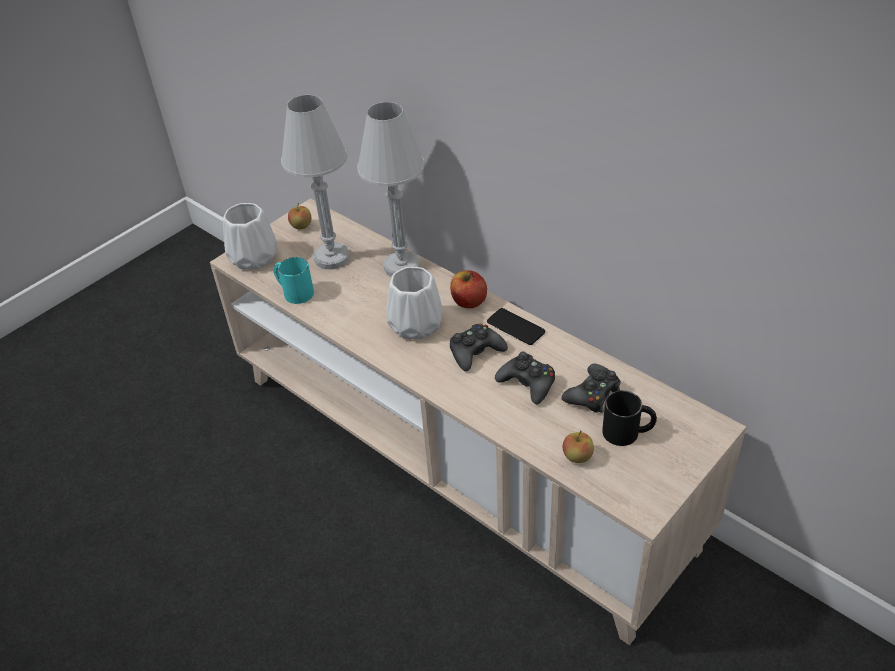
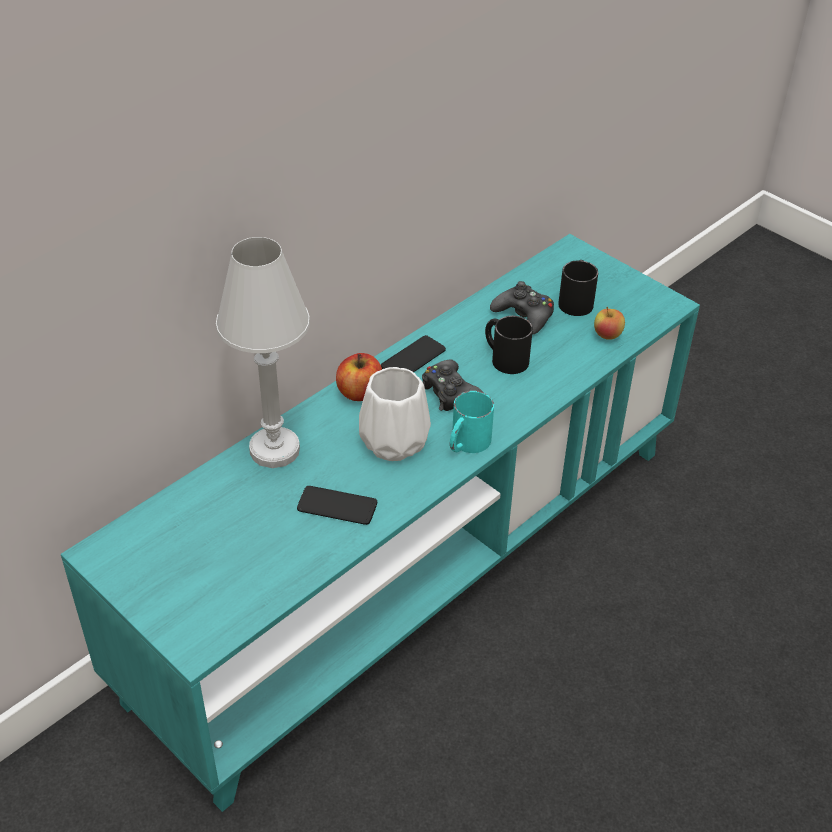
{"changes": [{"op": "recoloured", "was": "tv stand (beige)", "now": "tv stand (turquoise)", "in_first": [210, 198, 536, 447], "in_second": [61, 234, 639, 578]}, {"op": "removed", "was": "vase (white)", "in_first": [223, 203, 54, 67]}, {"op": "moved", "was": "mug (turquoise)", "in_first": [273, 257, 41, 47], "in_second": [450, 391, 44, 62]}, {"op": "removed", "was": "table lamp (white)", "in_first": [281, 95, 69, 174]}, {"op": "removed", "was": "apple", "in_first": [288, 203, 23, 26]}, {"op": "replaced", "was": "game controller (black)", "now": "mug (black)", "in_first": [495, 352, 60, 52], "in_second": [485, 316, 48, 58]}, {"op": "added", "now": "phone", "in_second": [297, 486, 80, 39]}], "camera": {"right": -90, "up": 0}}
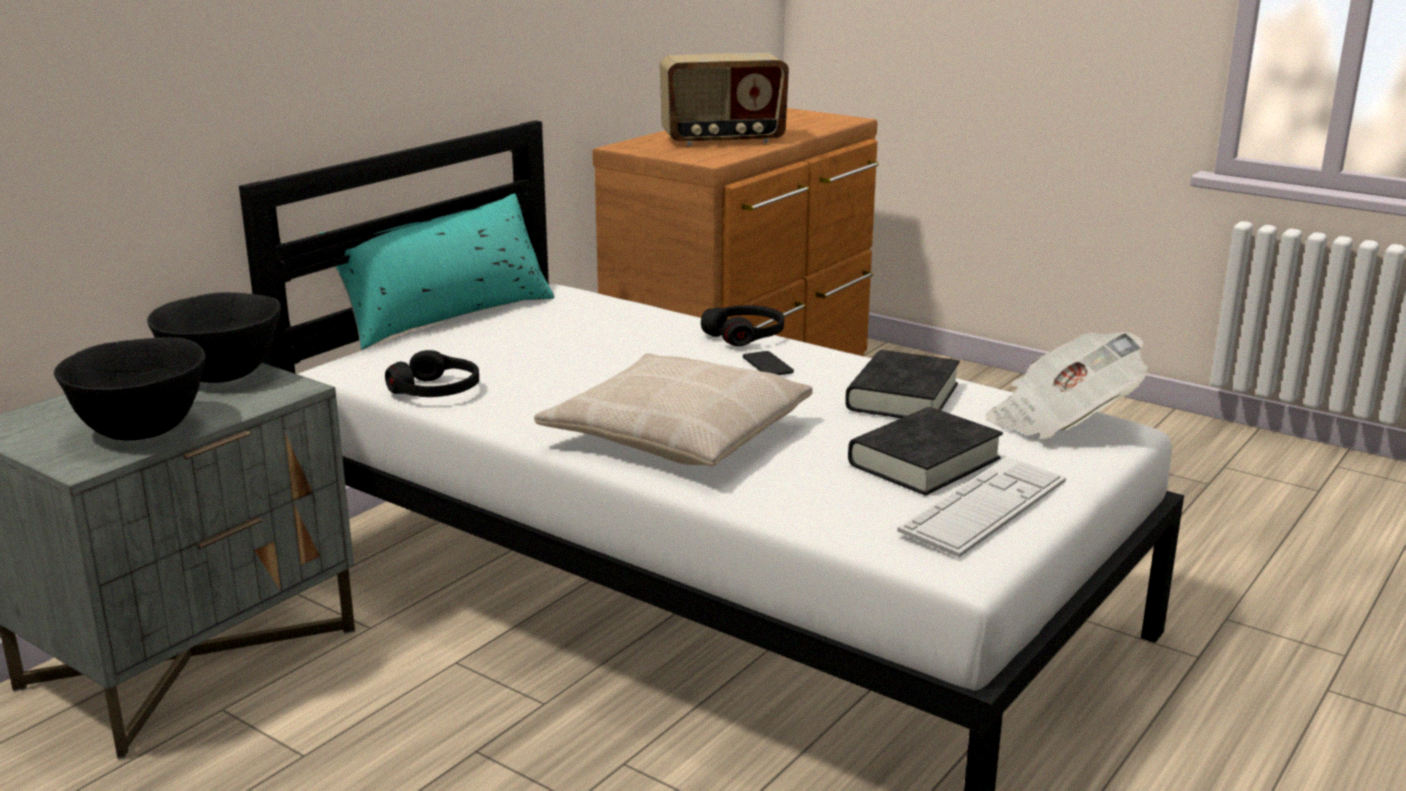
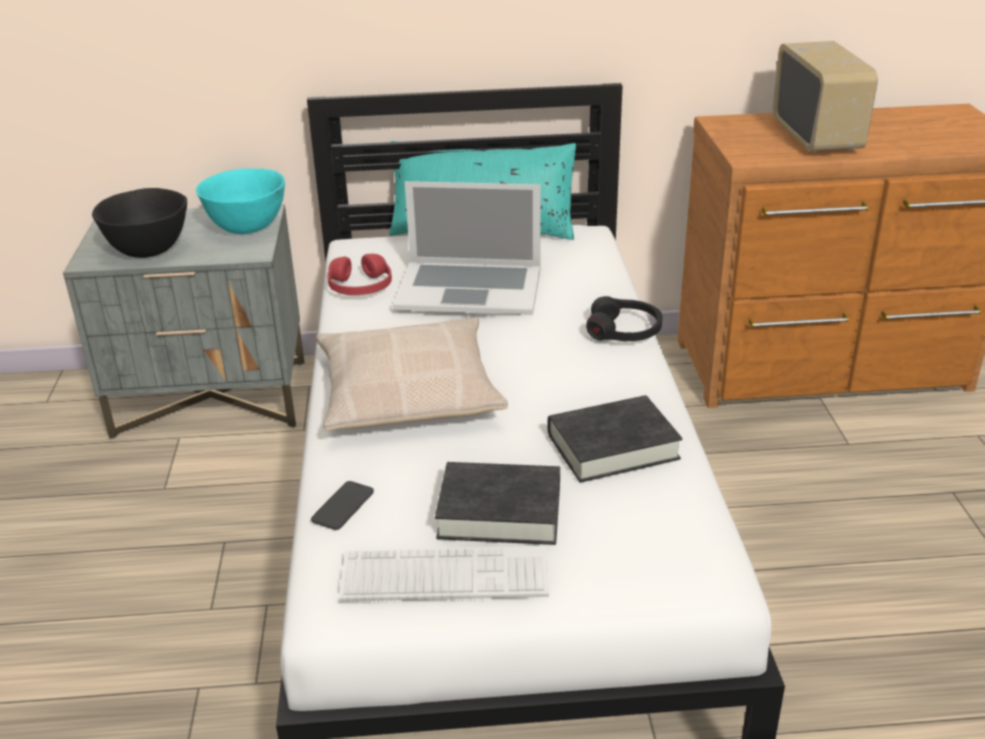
{"changes": [{"op": "recoloured", "was": "bowl (black)", "now": "bowl (turquoise)", "in_first": [147, 292, 134, 91], "in_second": [196, 169, 89, 65]}, {"op": "recoloured", "was": "headphones (black)", "now": "headphones (red)", "in_first": [385, 350, 94, 47], "in_second": [328, 254, 64, 41]}, {"op": "turned", "was": "radio", "in_first": [660, 53, 129, 93], "in_second": [773, 41, 105, 111], "clockwise": -135}, {"op": "moved", "was": "phone", "in_first": [743, 351, 51, 24], "in_second": [311, 481, 63, 49]}, {"op": "removed", "was": "newspaper", "in_first": [986, 332, 162, 107]}, {"op": "added", "now": "laptop", "in_second": [393, 181, 148, 134]}], "camera": {"right": 50, "up": 10}}
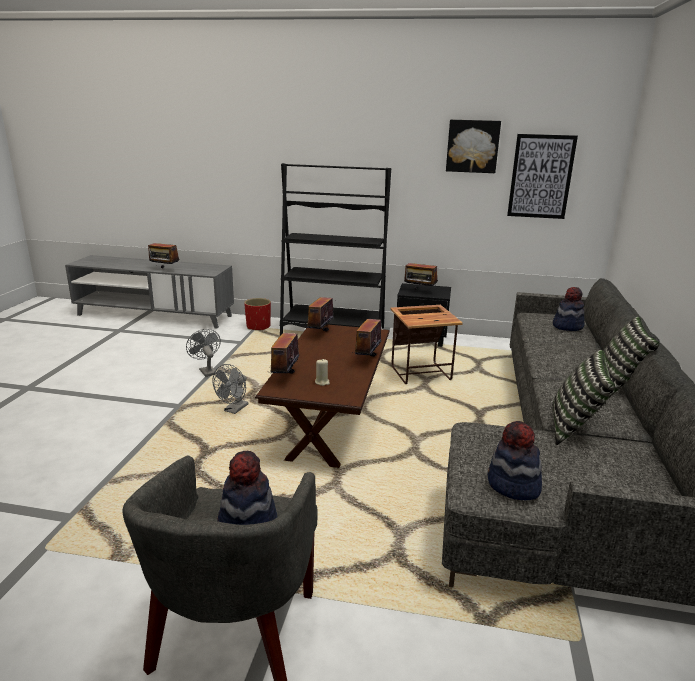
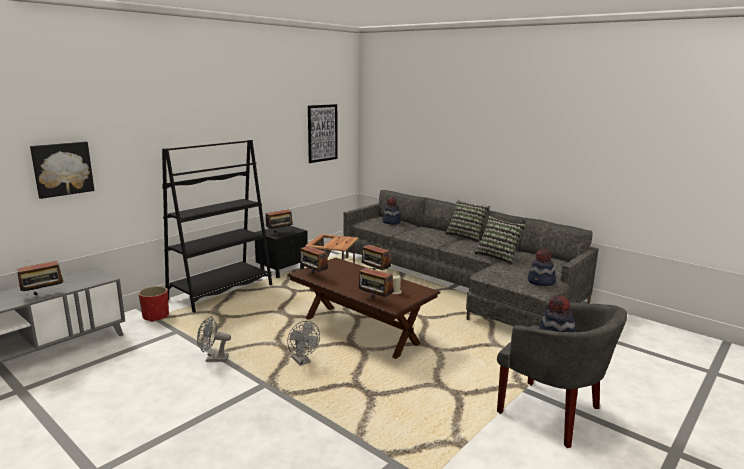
{"changes": [{"op": "moved", "was": "picture", "in_first": [446, 120, 55, 53], "in_second": [30, 141, 65, 58]}], "camera": {"right": -60, "up": -5}}
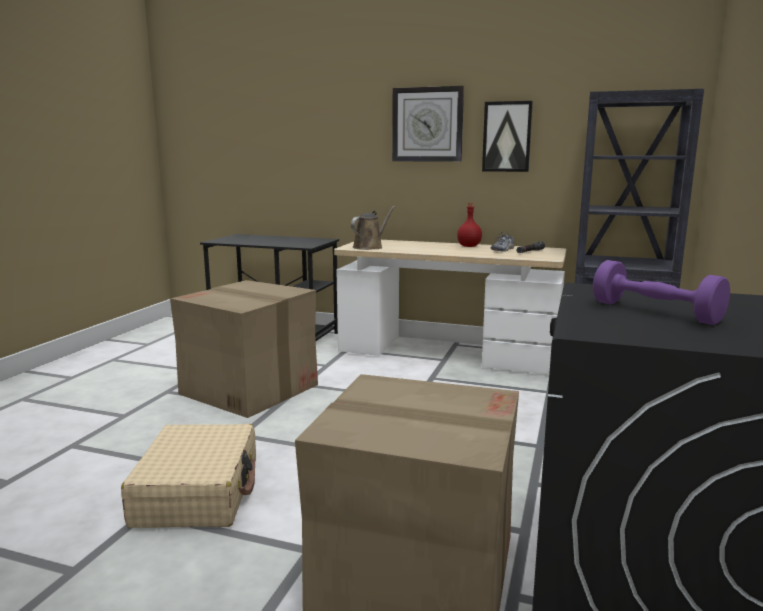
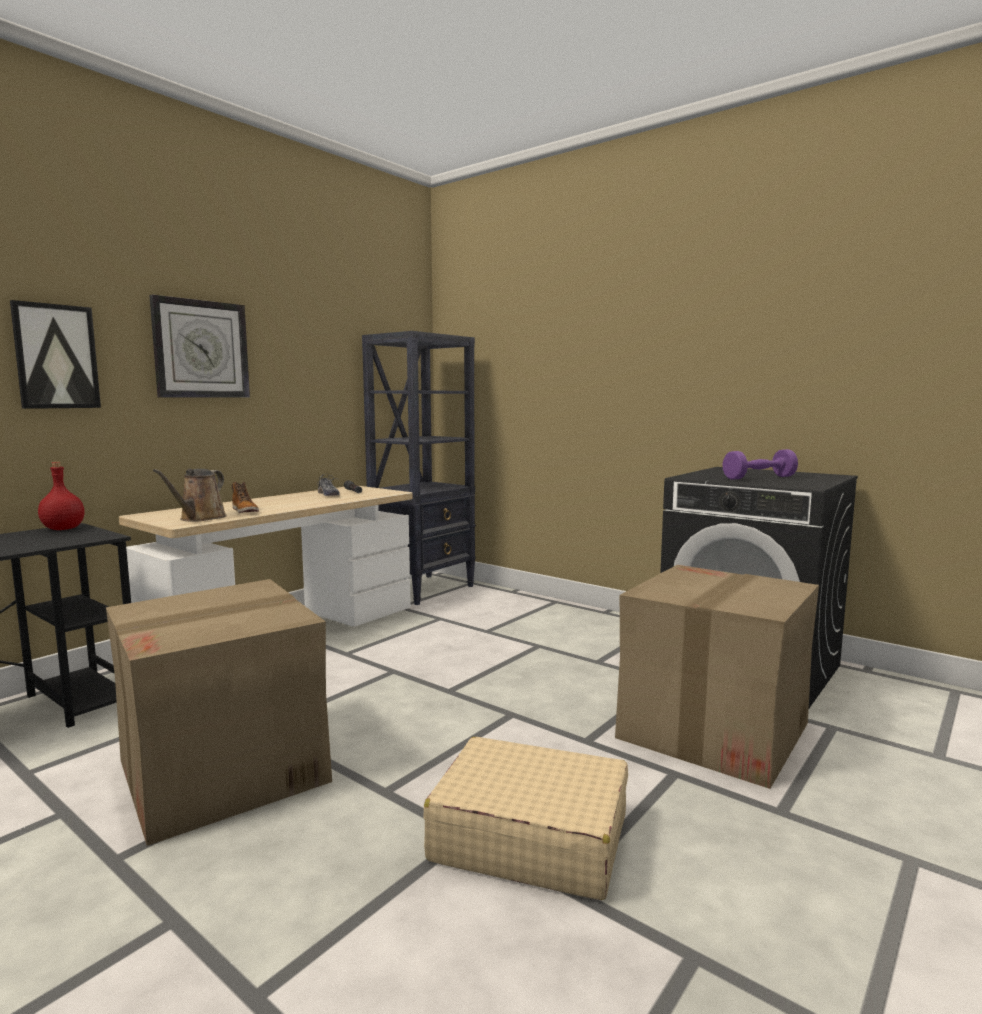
{"changes": [{"op": "turned", "was": "watering can (brown)", "in_first": [351, 206, 44, 44], "in_second": [153, 468, 74, 54], "clockwise": -135}, {"op": "moved", "was": "bottle (red)", "in_first": [457, 203, 25, 44], "in_second": [38, 462, 46, 68]}, {"op": "moved", "was": "picture", "in_first": [482, 101, 51, 71], "in_second": [10, 300, 91, 109]}, {"op": "added", "now": "boot", "in_second": [232, 482, 27, 31]}], "camera": {"right": -70, "up": -5}}
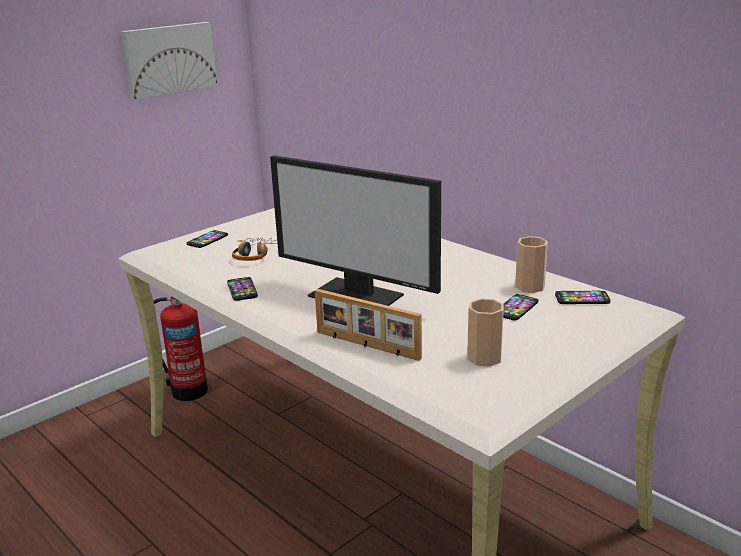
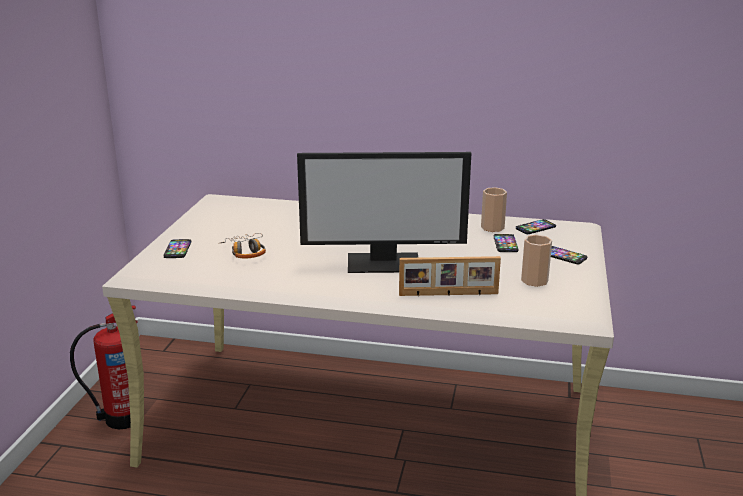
{"changes": [{"op": "removed", "was": "picture", "in_first": [121, 22, 96, 77]}, {"op": "moved", "was": "phone", "in_first": [227, 277, 31, 24], "in_second": [551, 246, 36, 18]}], "camera": {"right": -35, "up": 0}}
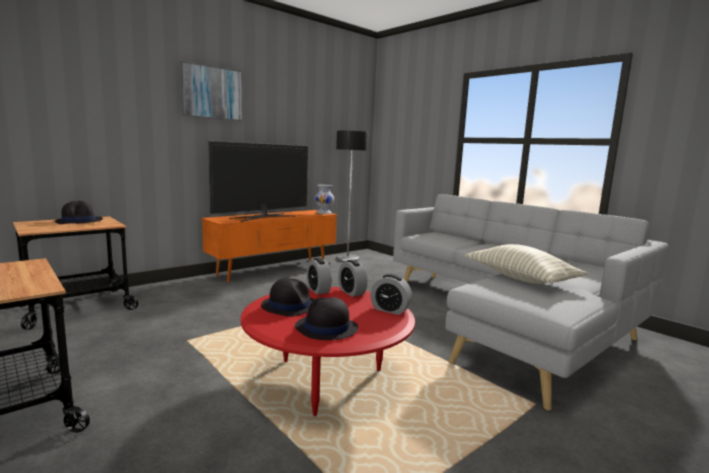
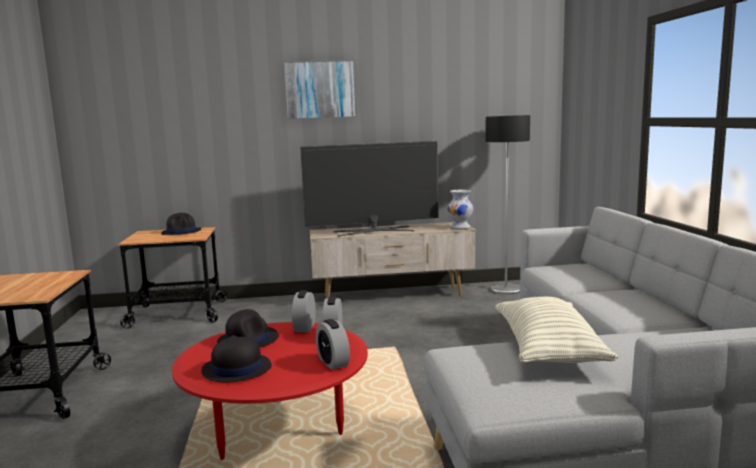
{"changes": [{"op": "recoloured", "was": "tv stand (orange)", "now": "tv stand (beige)", "in_first": [202, 210, 135, 73], "in_second": [310, 222, 166, 77]}], "camera": {"right": 35, "up": 0}}
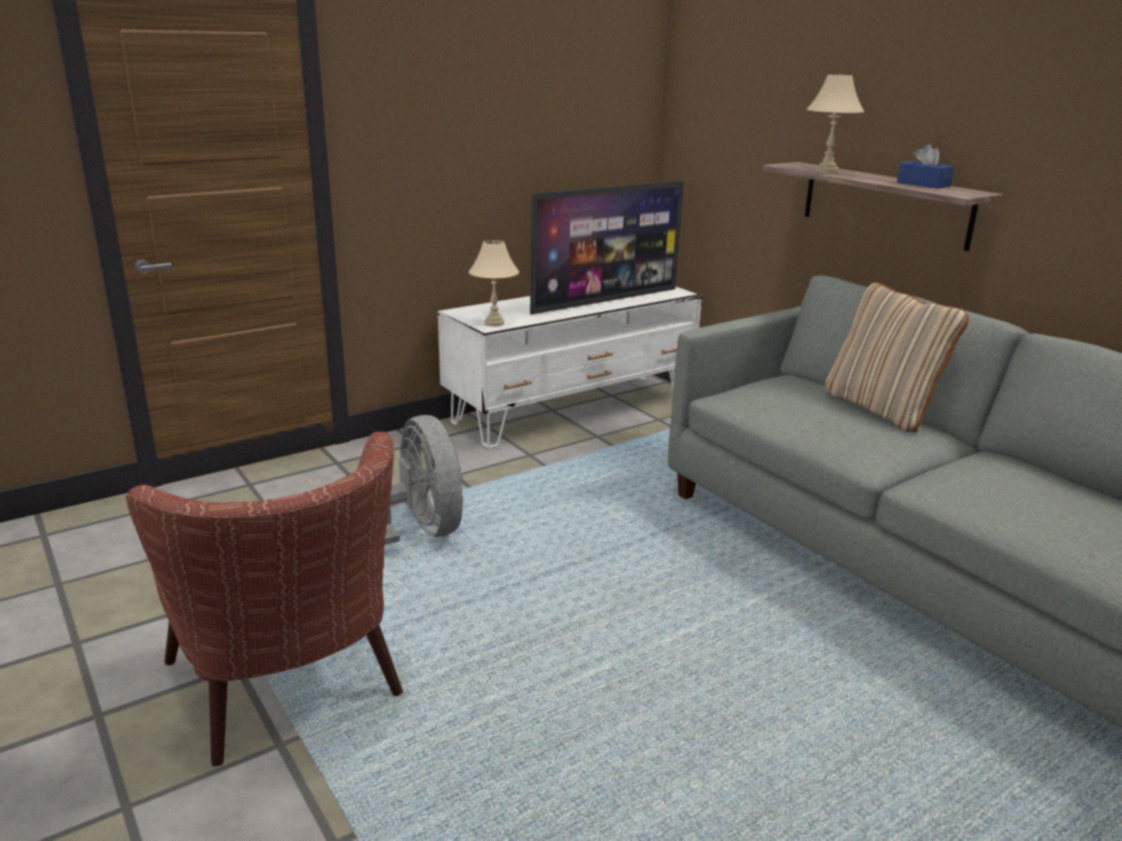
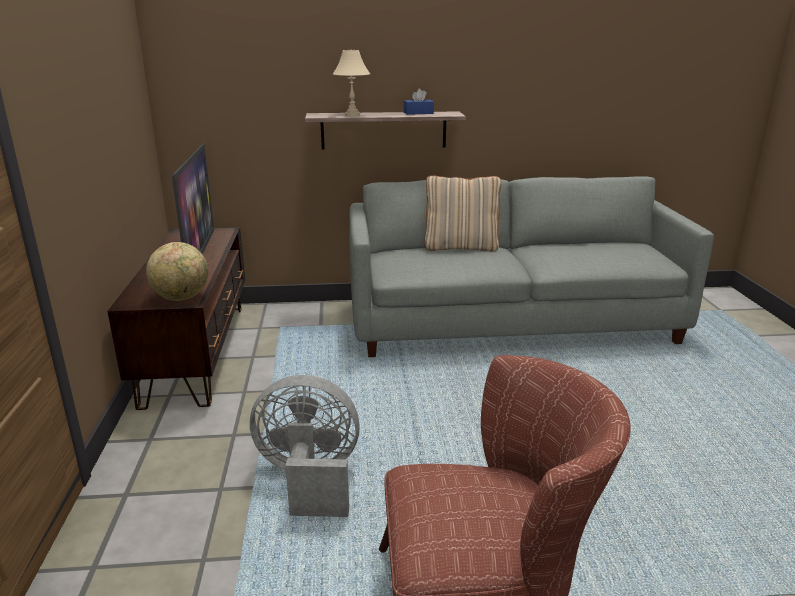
{"changes": [{"op": "recoloured", "was": "tv stand (white)", "now": "tv stand (brown)", "in_first": [438, 287, 264, 161], "in_second": [107, 228, 138, 182]}, {"op": "replaced", "was": "table lamp (beige)", "now": "globe", "in_first": [469, 240, 50, 87], "in_second": [147, 242, 61, 59]}], "camera": {"right": -60, "up": 0}}
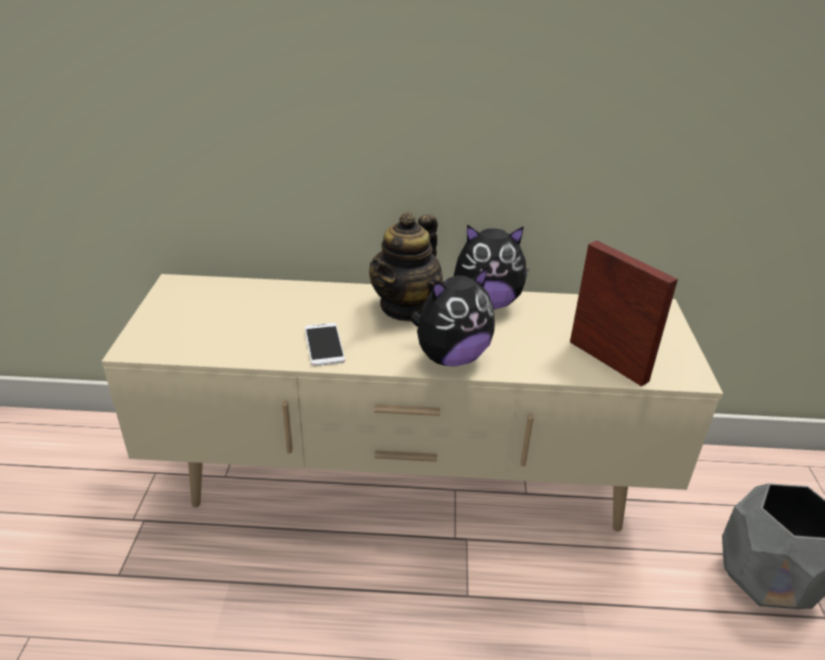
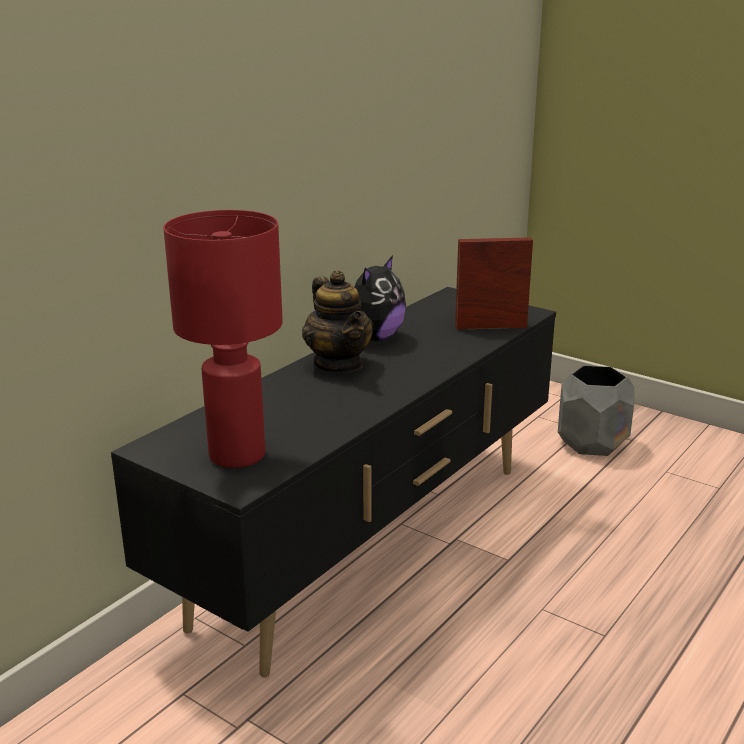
{"changes": [{"op": "recoloured", "was": "tv stand (beige)", "now": "tv stand (black)", "in_first": [102, 274, 621, 258], "in_second": [111, 287, 445, 391]}, {"op": "removed", "was": "phone", "in_first": [305, 323, 40, 43]}, {"op": "removed", "was": "plush toy", "in_first": [410, 267, 85, 99]}, {"op": "added", "now": "table lamp (red)", "in_second": [163, 210, 120, 258]}], "camera": {"right": -55, "up": -10}}
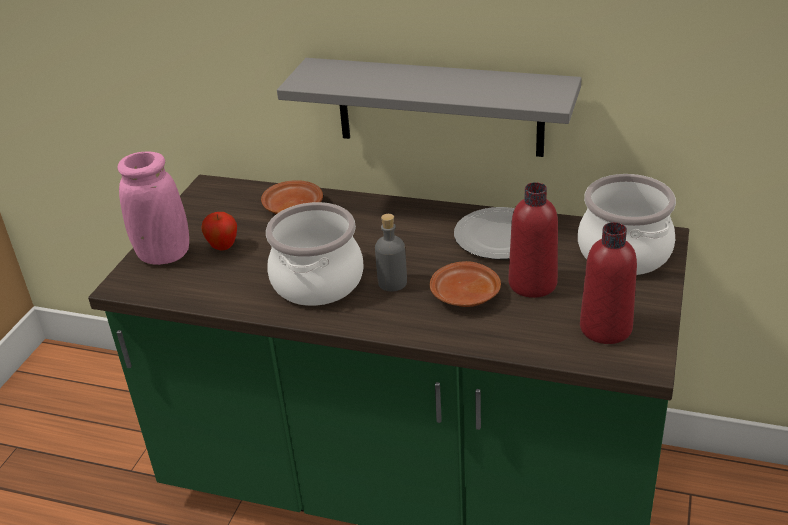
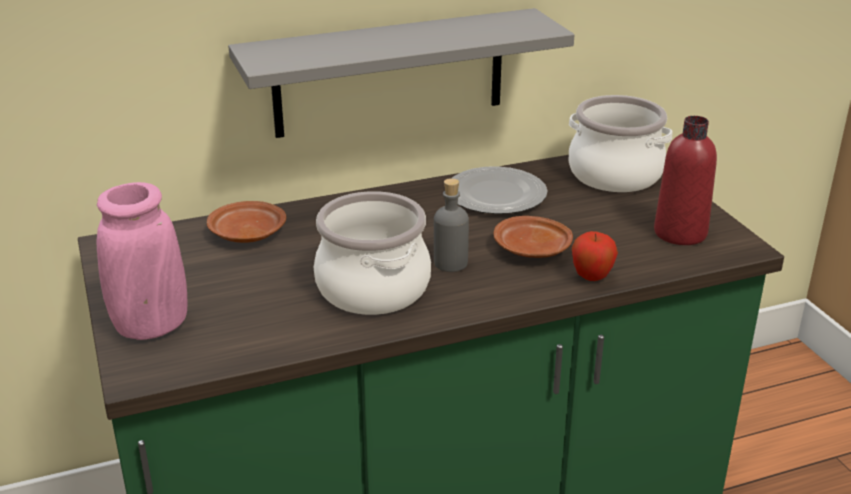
{"changes": [{"op": "moved", "was": "apple", "in_first": [201, 212, 36, 39], "in_second": [572, 231, 46, 50]}, {"op": "removed", "was": "bottle (red)", "in_first": [509, 182, 49, 116]}], "camera": {"right": -40, "up": -5}}
